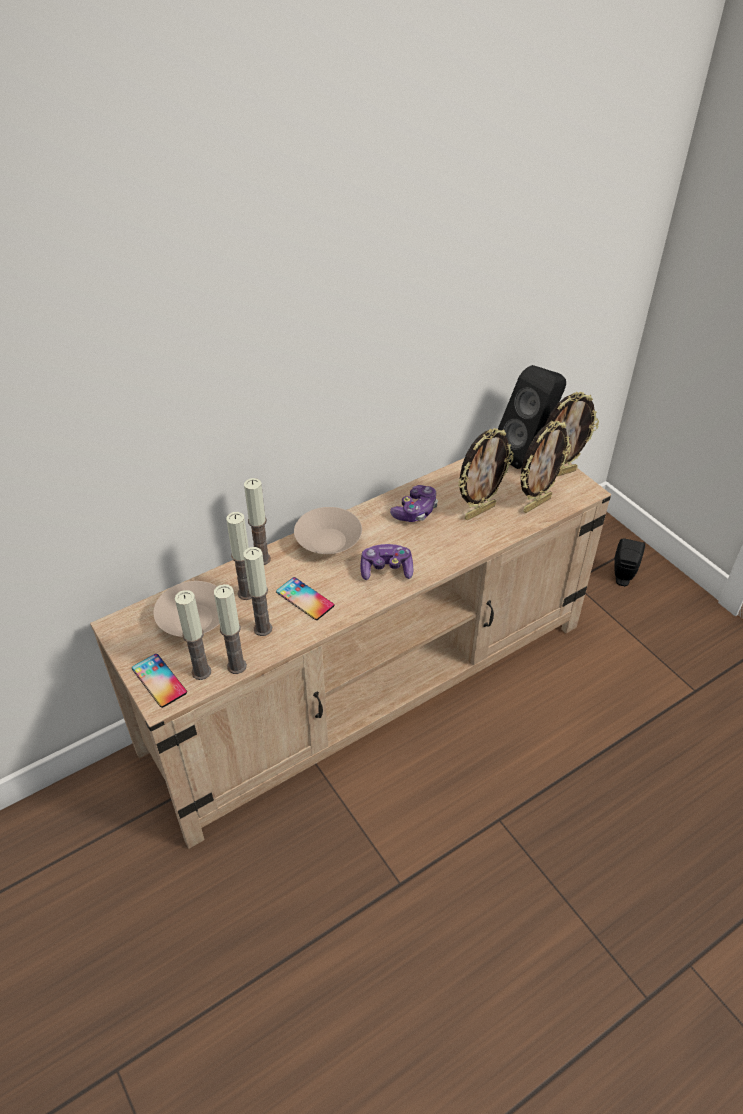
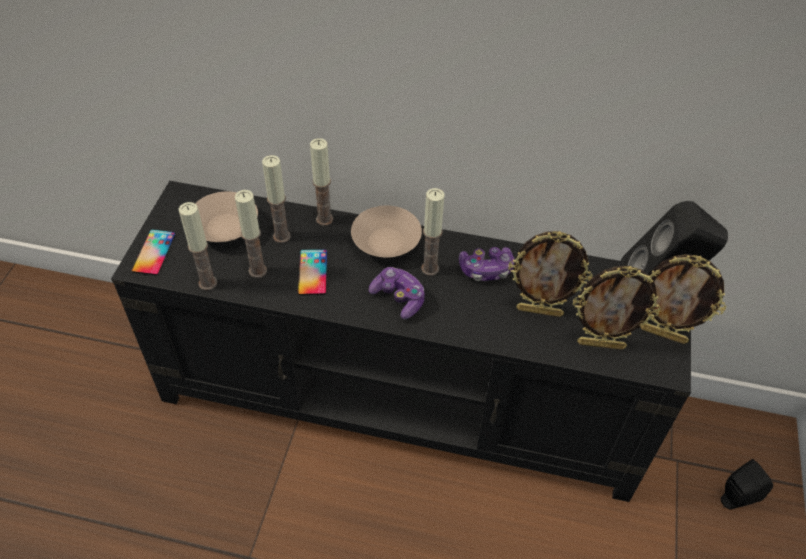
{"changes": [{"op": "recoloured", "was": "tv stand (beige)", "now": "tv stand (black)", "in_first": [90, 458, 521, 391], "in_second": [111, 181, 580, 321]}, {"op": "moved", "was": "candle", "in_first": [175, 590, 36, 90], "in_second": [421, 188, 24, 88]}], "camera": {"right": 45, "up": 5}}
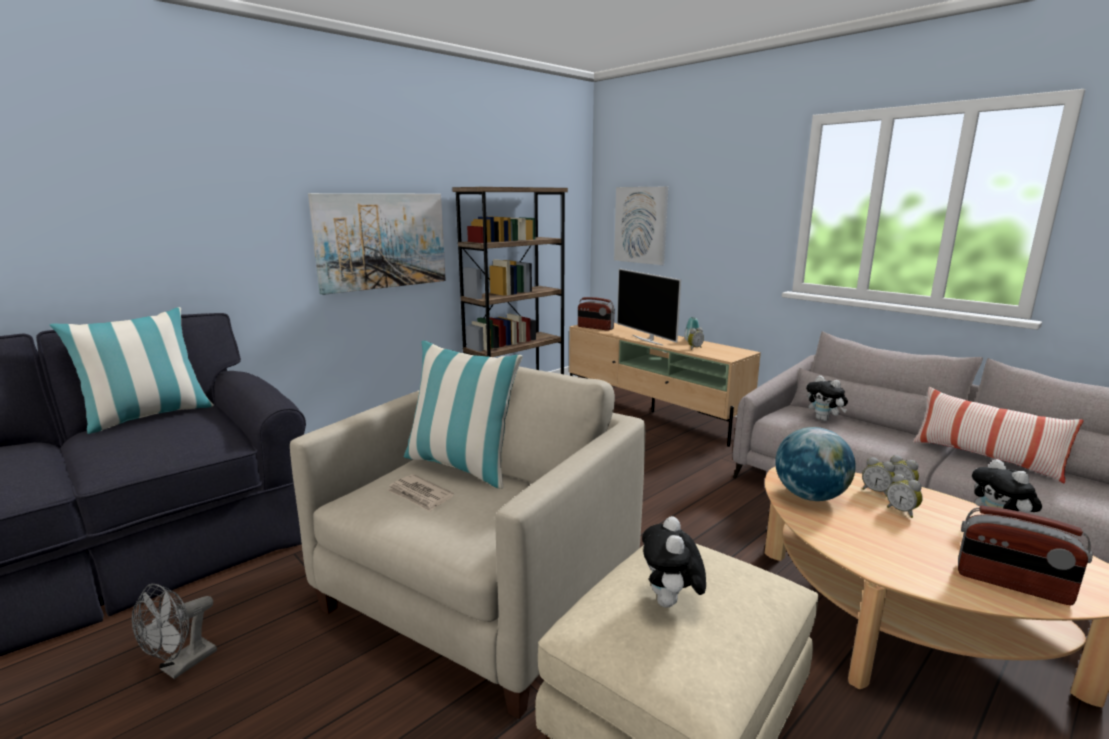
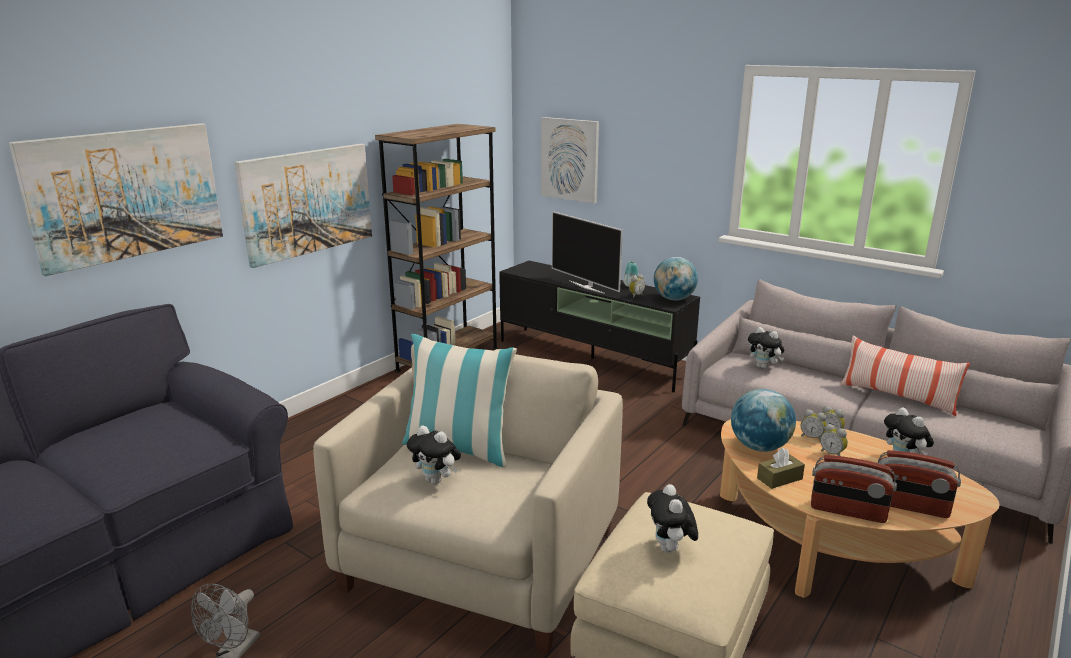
{"changes": [{"op": "removed", "was": "pillow", "in_first": [49, 307, 165, 127]}, {"op": "replaced", "was": "newspaper", "now": "plush toy", "in_first": [387, 474, 67, 38], "in_second": [407, 425, 54, 59]}, {"op": "recoloured", "was": "tv stand (beige)", "now": "tv stand (black)", "in_first": [569, 323, 192, 124], "in_second": [499, 261, 201, 131]}, {"op": "moved", "was": "radio", "in_first": [578, 297, 37, 34], "in_second": [811, 455, 86, 68]}, {"op": "added", "now": "picture", "in_second": [9, 123, 214, 153]}, {"op": "added", "now": "globe", "in_second": [654, 257, 44, 43]}, {"op": "added", "now": "tissue box (brown)", "in_second": [757, 448, 48, 41]}], "camera": {"right": -10, "up": 5}}
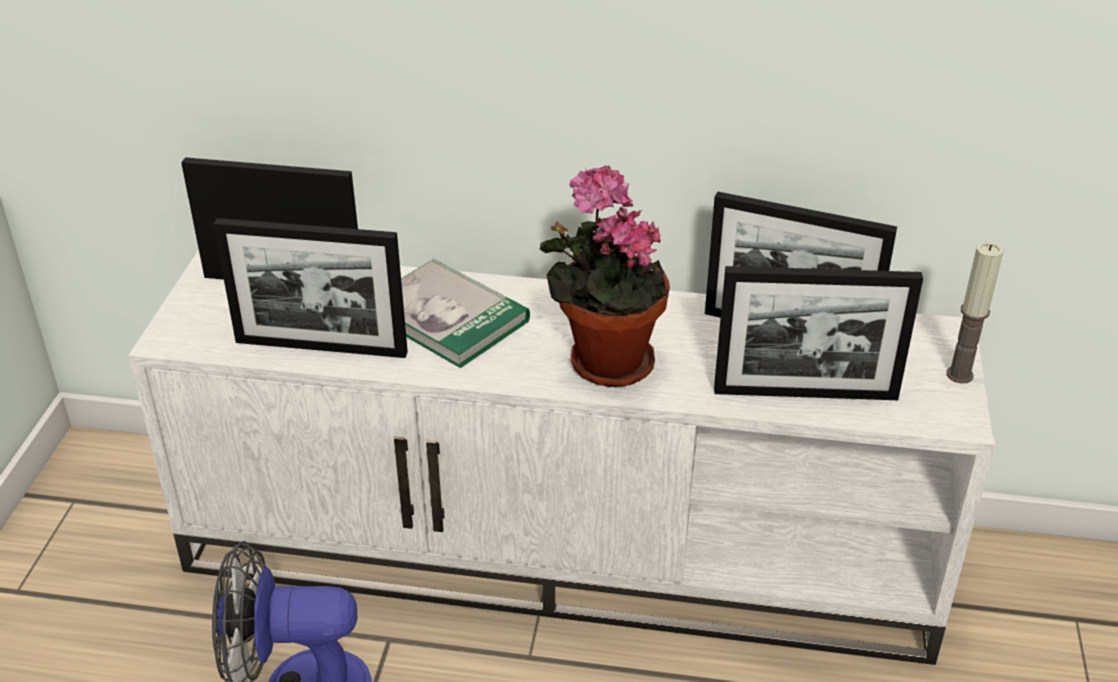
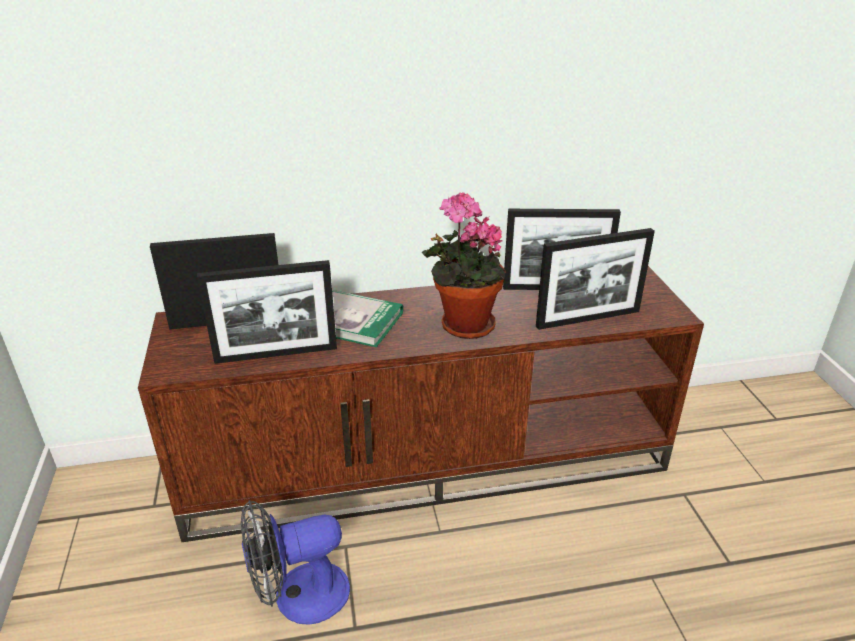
{"changes": [{"op": "recoloured", "was": "tv stand (white)", "now": "tv stand (brown)", "in_first": [128, 250, 867, 415], "in_second": [138, 266, 566, 276]}, {"op": "removed", "was": "candle", "in_first": [947, 242, 57, 142]}], "camera": {"right": -20, "up": -5}}
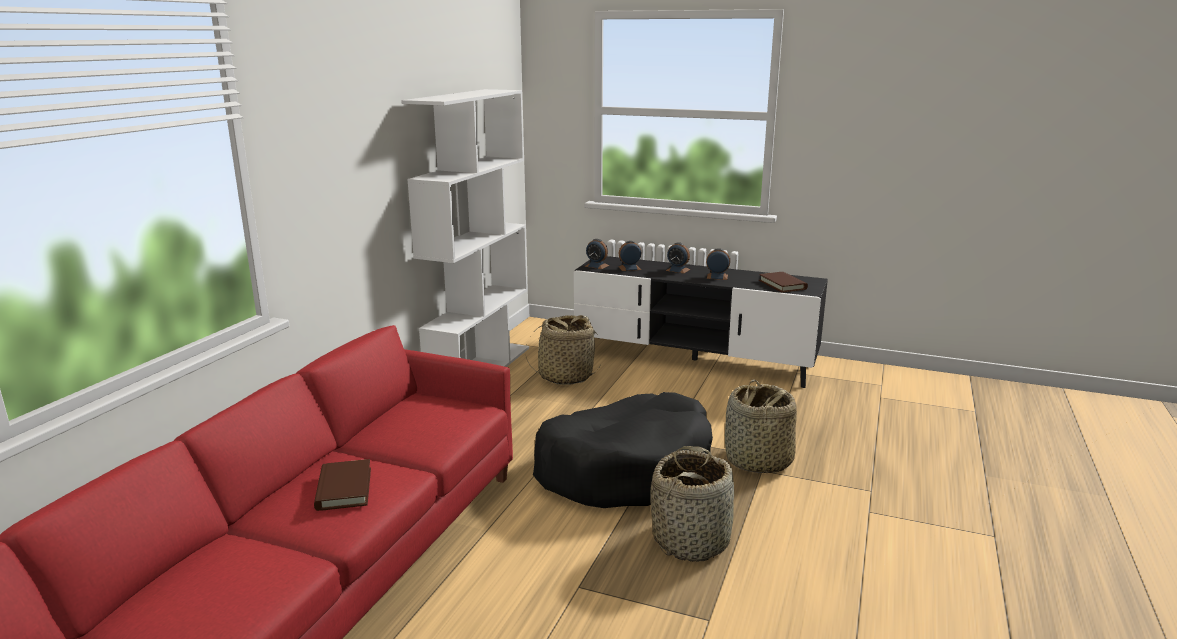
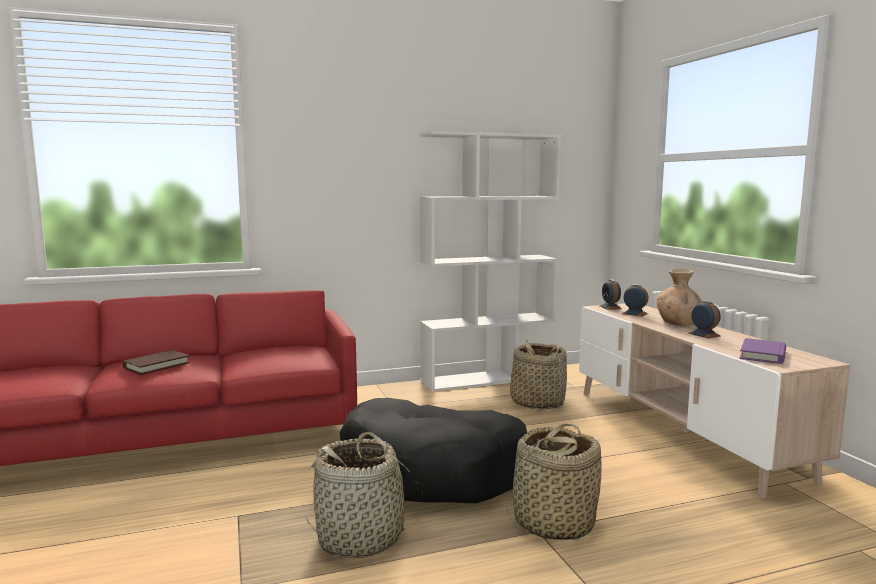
{"changes": [{"op": "recoloured", "was": "tv stand (black)", "now": "tv stand (beige)", "in_first": [574, 256, 254, 132], "in_second": [579, 303, 271, 195]}, {"op": "replaced", "was": "alarm clock", "now": "vase (brown)", "in_first": [666, 242, 24, 32], "in_second": [657, 269, 45, 57]}, {"op": "recoloured", "was": "book (brown)", "now": "book (purple)", "in_first": [759, 272, 49, 21], "in_second": [739, 338, 47, 26]}], "camera": {"right": 50, "up": -10}}
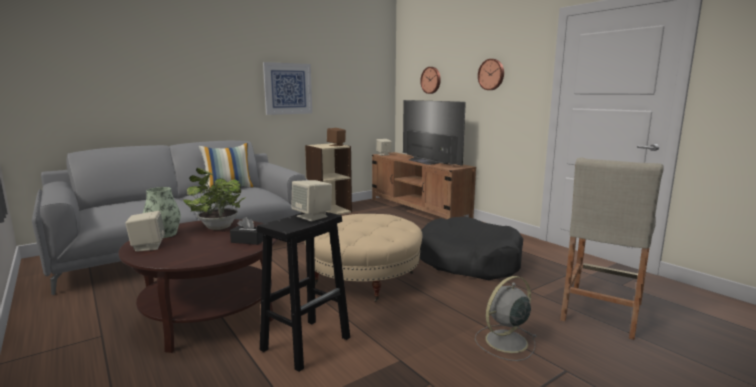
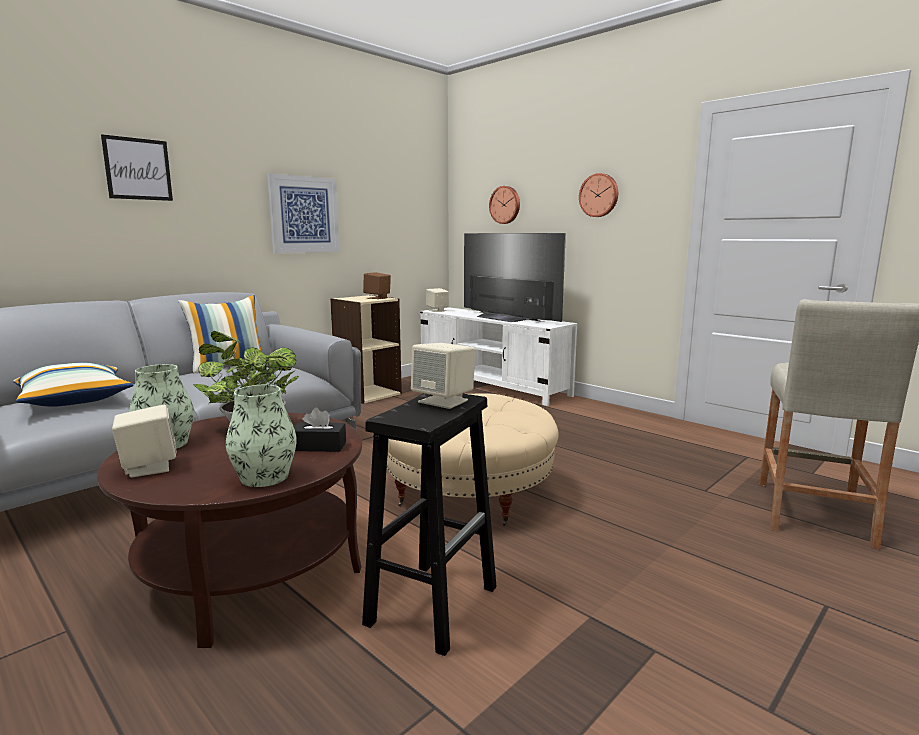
{"changes": [{"op": "recoloured", "was": "tv stand (brown)", "now": "tv stand (white)", "in_first": [372, 152, 104, 67], "in_second": [420, 307, 158, 99]}, {"op": "removed", "was": "dog bed (black)", "in_first": [419, 217, 104, 63]}, {"op": "removed", "was": "fan (grey)", "in_first": [475, 276, 61, 85]}, {"op": "added", "now": "pillow", "in_second": [13, 363, 121, 44]}, {"op": "added", "now": "picture", "in_second": [101, 134, 72, 67]}, {"op": "added", "now": "vase", "in_second": [225, 385, 72, 102]}], "camera": {"right": -10, "up": 0}}
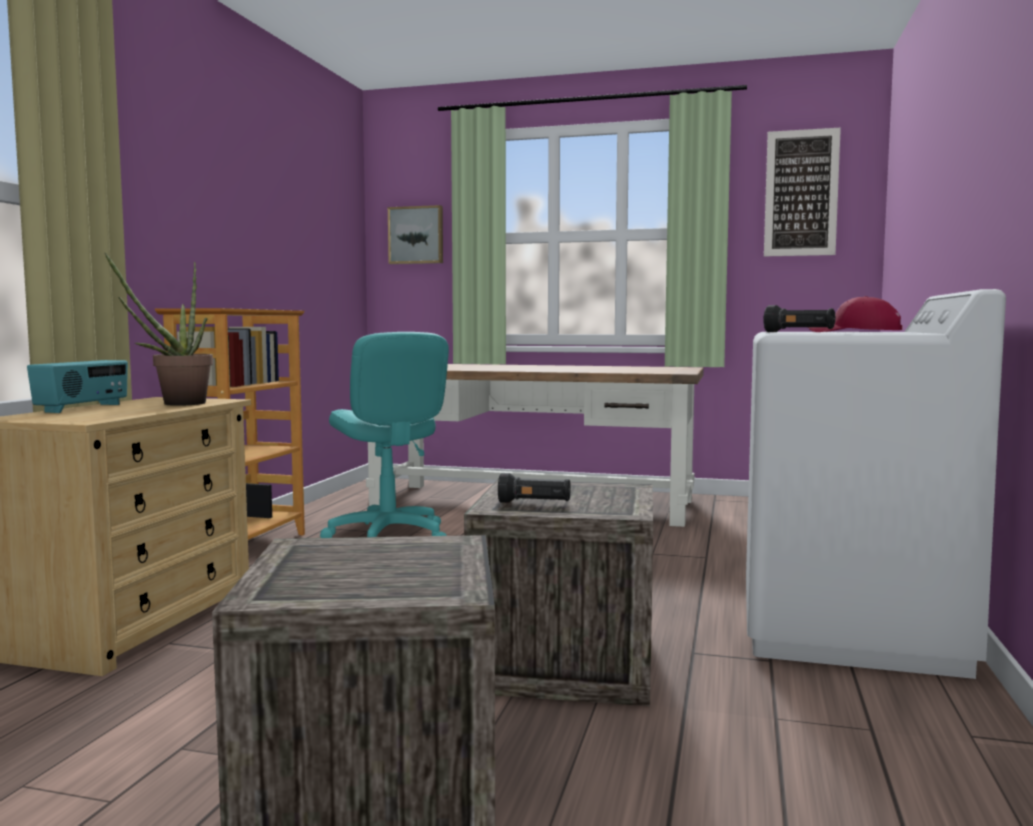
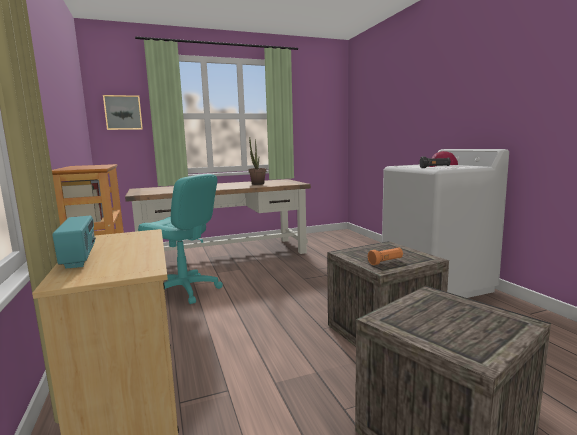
{"changes": [{"op": "moved", "was": "potted plant", "in_first": [105, 253, 108, 153], "in_second": [249, 138, 17, 47]}, {"op": "recoloured", "was": "flashlight (black)", "now": "flashlight (orange)", "in_first": [498, 473, 73, 30], "in_second": [368, 247, 35, 18]}, {"op": "removed", "was": "picture", "in_first": [764, 128, 77, 128]}], "camera": {"right": -35, "up": 5}}
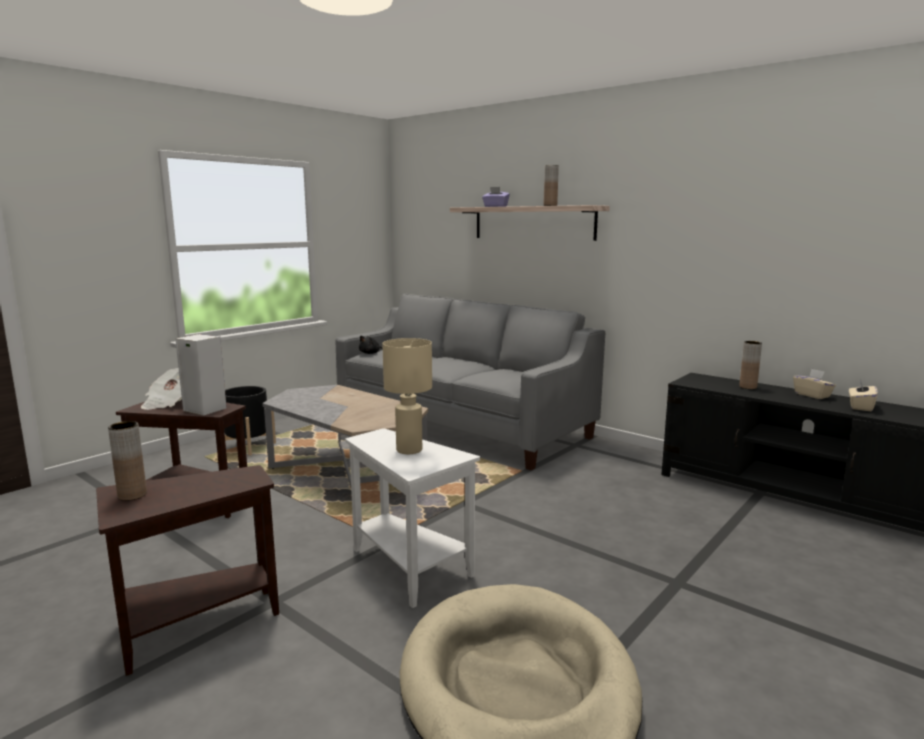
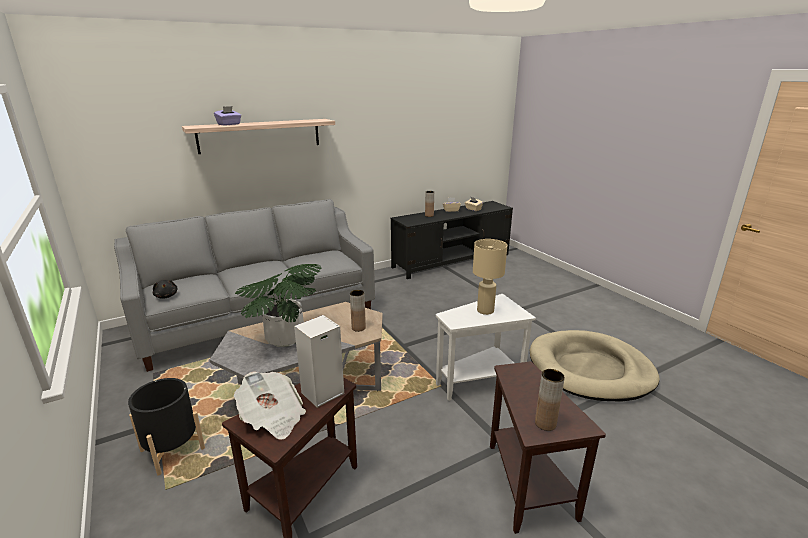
{"changes": [{"op": "moved", "was": "vase (brown)", "in_first": [544, 165, 15, 41], "in_second": [350, 290, 16, 42]}, {"op": "added", "now": "potted plant", "in_second": [235, 264, 86, 83]}], "camera": {"right": -70, "up": 10}}
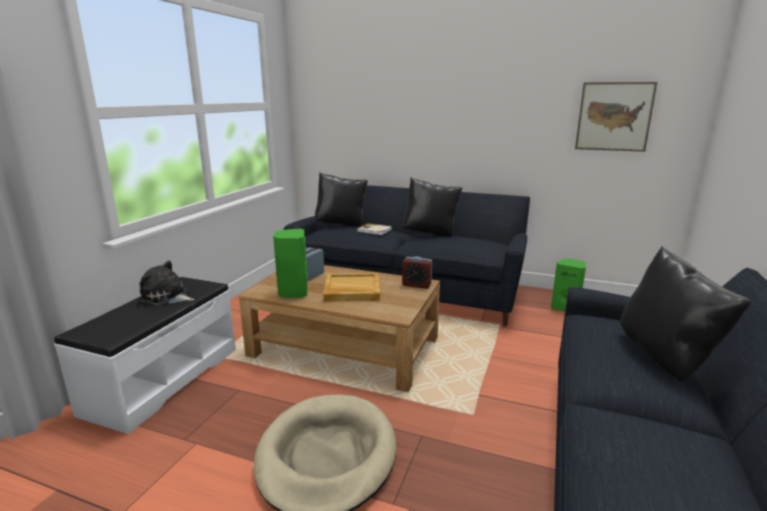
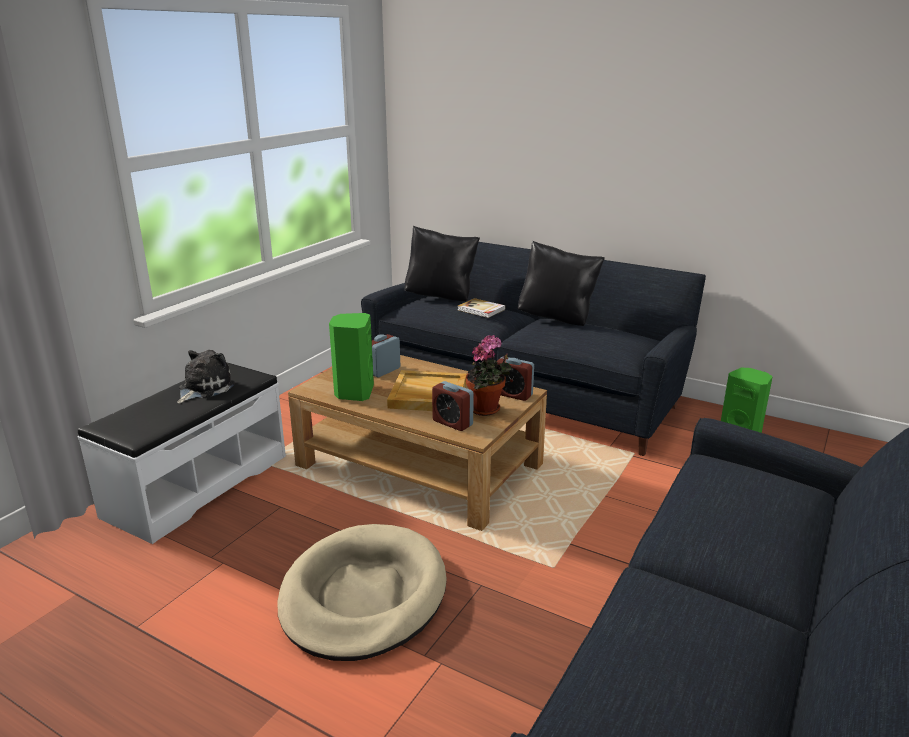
{"changes": [{"op": "turned", "was": "plush toy", "in_first": [140, 260, 54, 45], "in_second": [177, 350, 58, 54], "clockwise": 90}, {"op": "removed", "was": "picture", "in_first": [575, 82, 82, 70]}, {"op": "removed", "was": "pillow (black)", "in_first": [620, 246, 132, 135]}, {"op": "added", "now": "alarm clock", "in_second": [432, 381, 42, 50]}, {"op": "added", "now": "potted plant", "in_second": [466, 335, 46, 81]}], "camera": {"right": 10, "up": 5}}
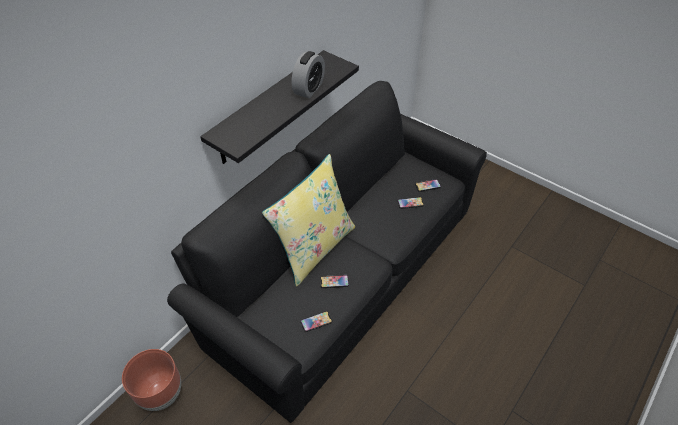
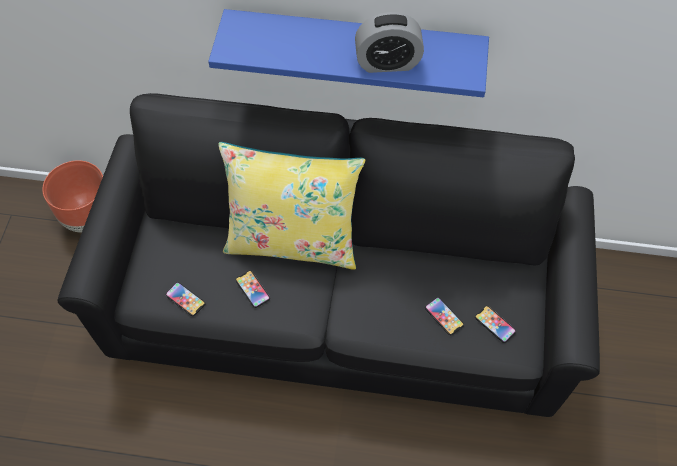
{"changes": [{"op": "recoloured", "was": "shelf (black)", "now": "shelf (blue)", "in_first": [200, 50, 159, 114], "in_second": [208, 9, 281, 88]}], "camera": {"right": 60, "up": 10}}
